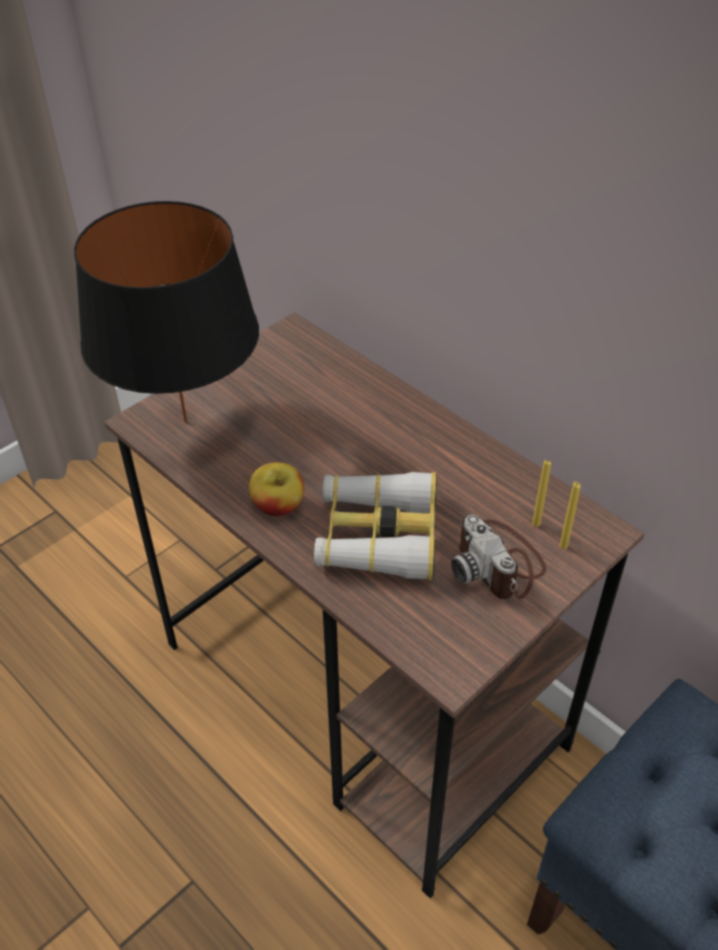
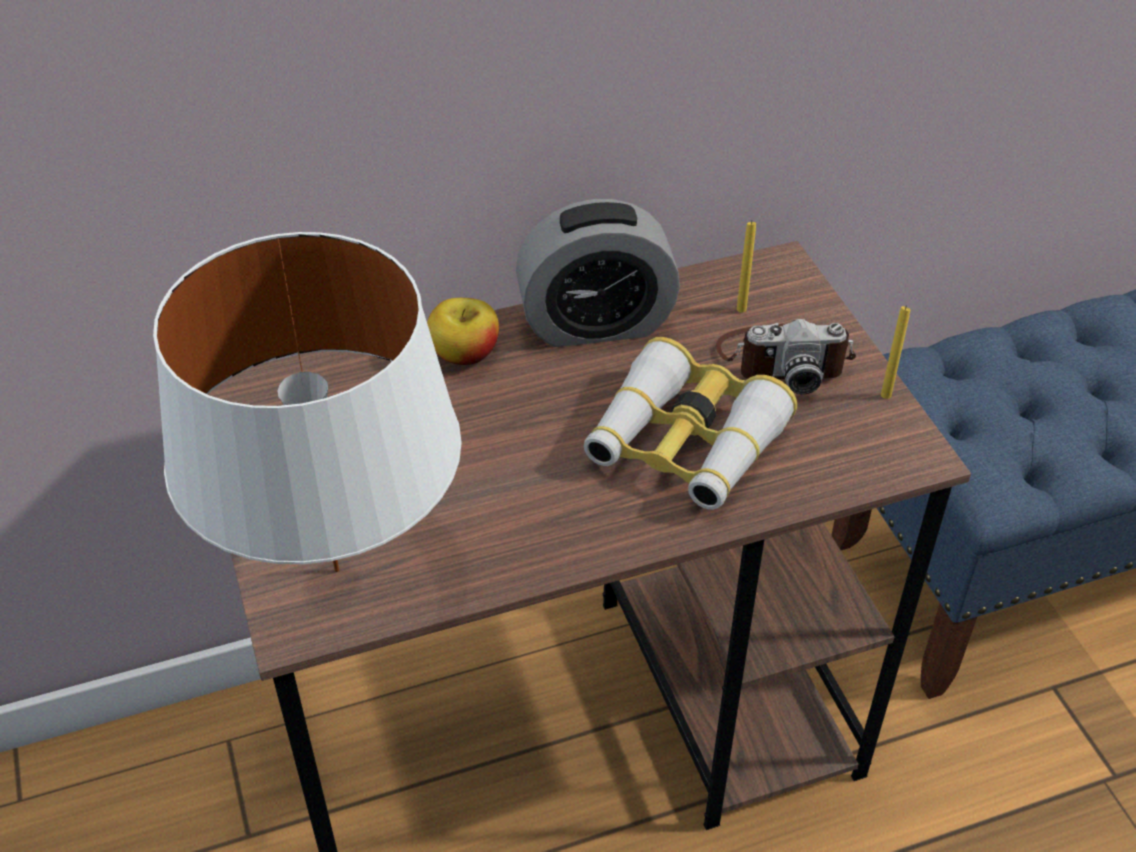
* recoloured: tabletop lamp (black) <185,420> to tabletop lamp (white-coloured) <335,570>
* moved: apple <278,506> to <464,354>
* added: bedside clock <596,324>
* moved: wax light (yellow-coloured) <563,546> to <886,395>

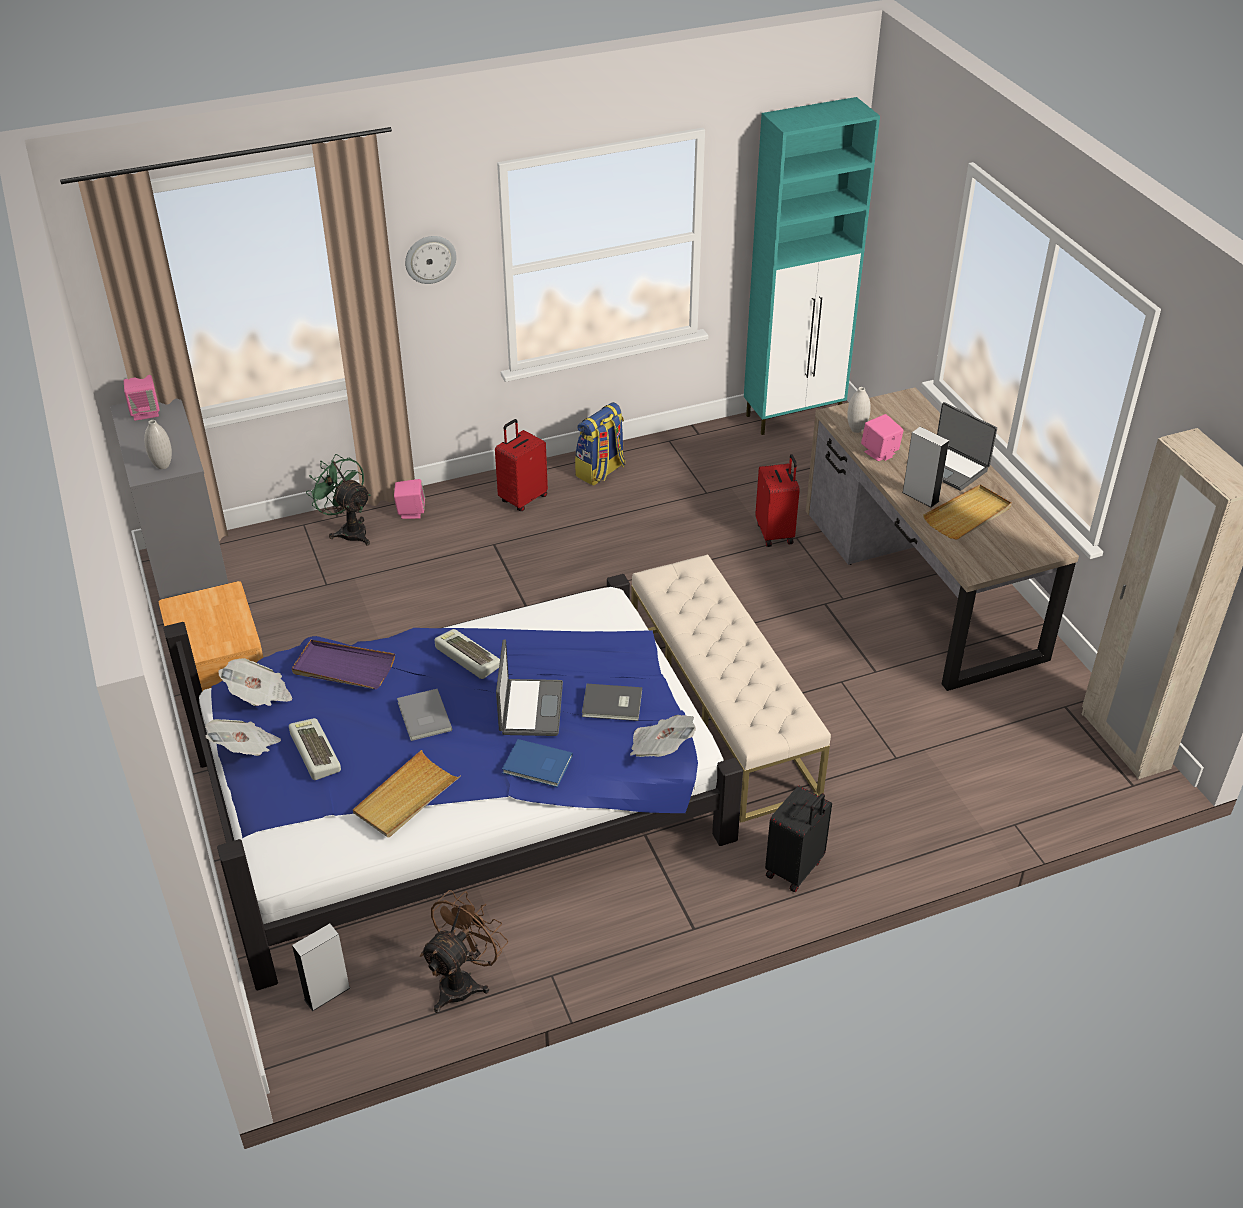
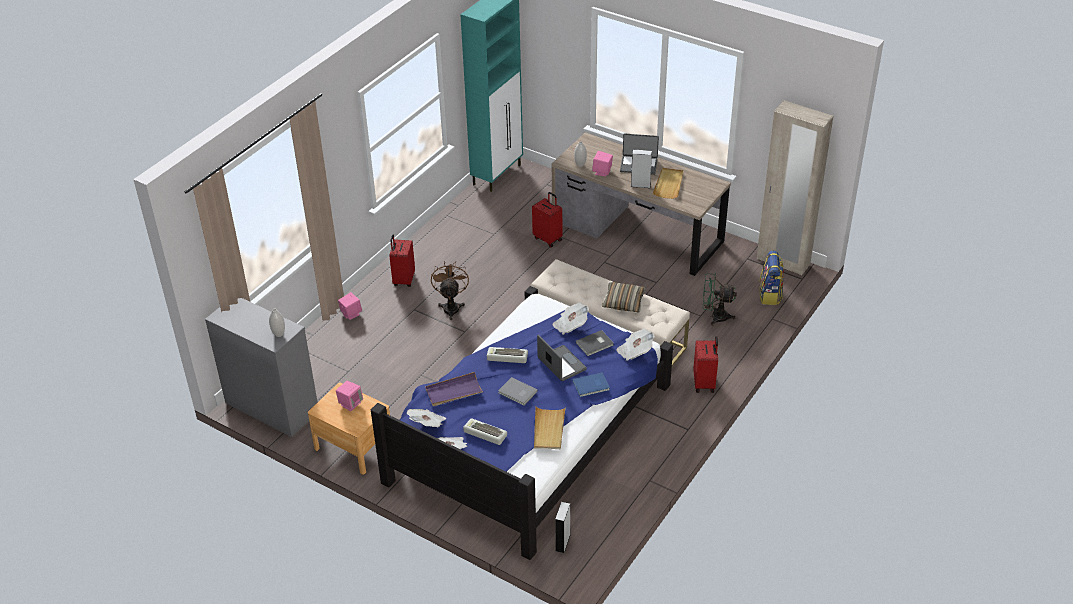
* moved: speaker (pinkish) <145,412> to <350,404>
* moved: cooling fan (brown) <463,981> to <451,306>
* added: daily paper <570,325>
* added: cushion <624,302>
* recoloured: travel case (black) <795,869> to travel case (red-coloured) <704,383>
* moved: cooling fan (greenish) <348,530> to <715,316>
* moved: knapsack <601,472> to <770,295>
* removed: hanging clock <430,259>

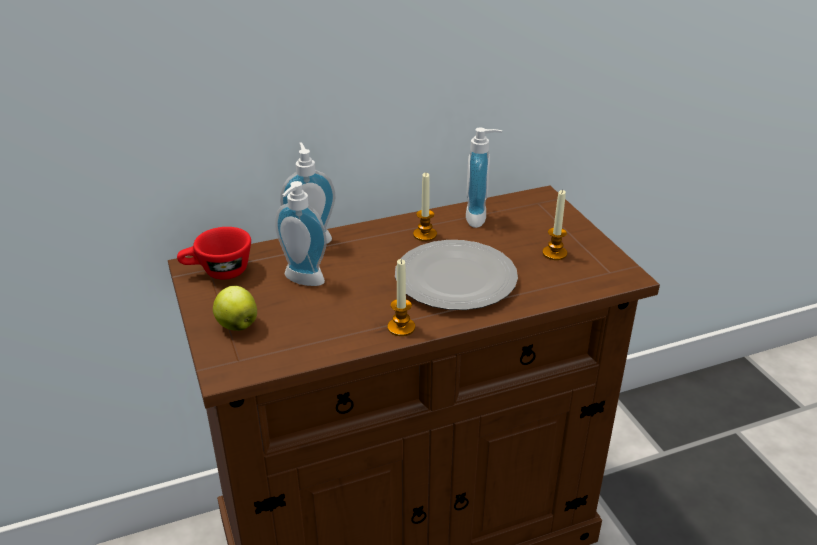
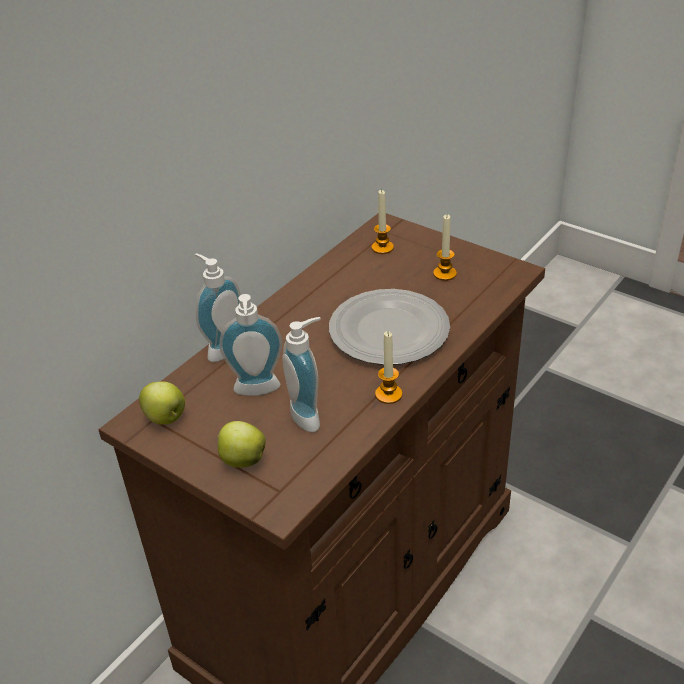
* replaced: cup (red-coloured) <218,272> to apple <166,418>
* moved: soap dispenser <480,218> to <310,415>
* moved: wax light <425,235> to <382,248>

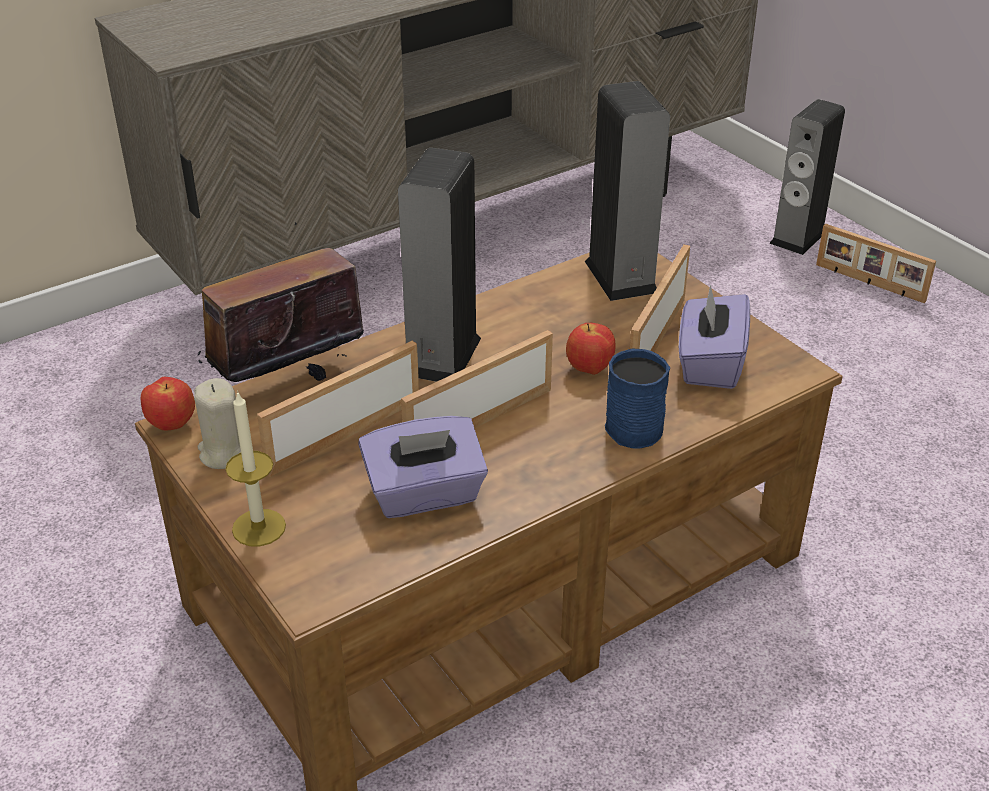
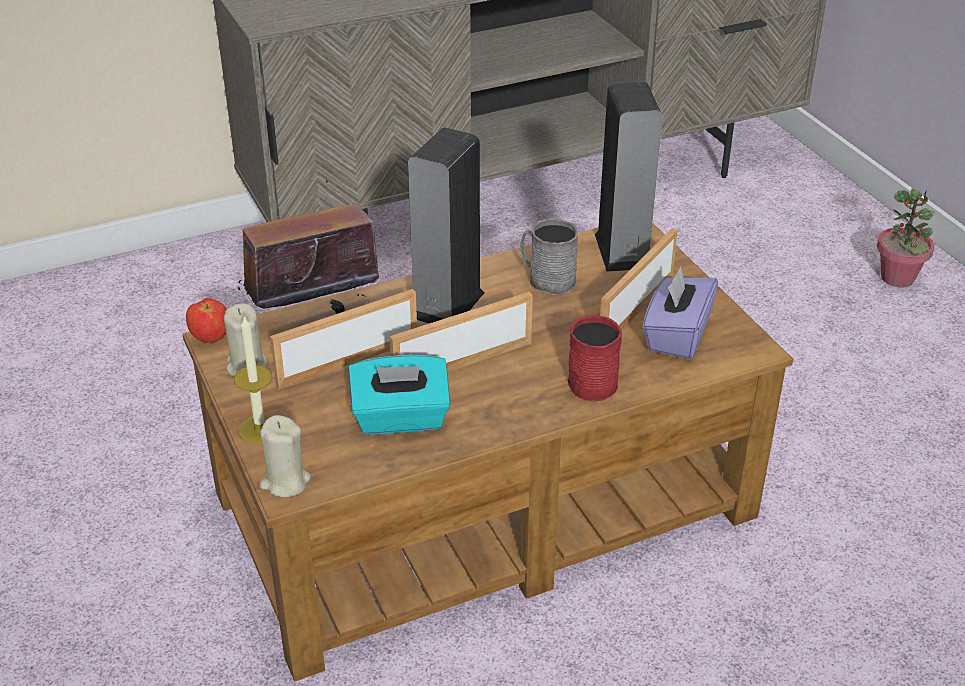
* added: wax light (sand-coloured) <285,482>
* recoloured: tissue box (purplish) <425,494> to tissue box (turquoise-coloured) <401,419>
* added: tea mug (gray) <546,280>
* recoloured: tea mug (bluish) <629,424> to tea mug (red-coloured) <590,379>
* replaced: photo frame <869,283> to houseplant <897,278>
* removed: apple <589,369>
* removed: speaker <798,237>

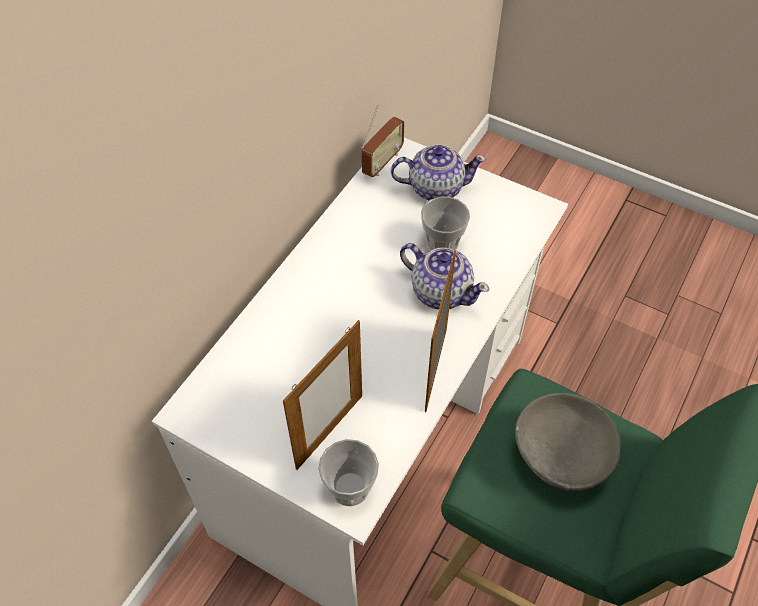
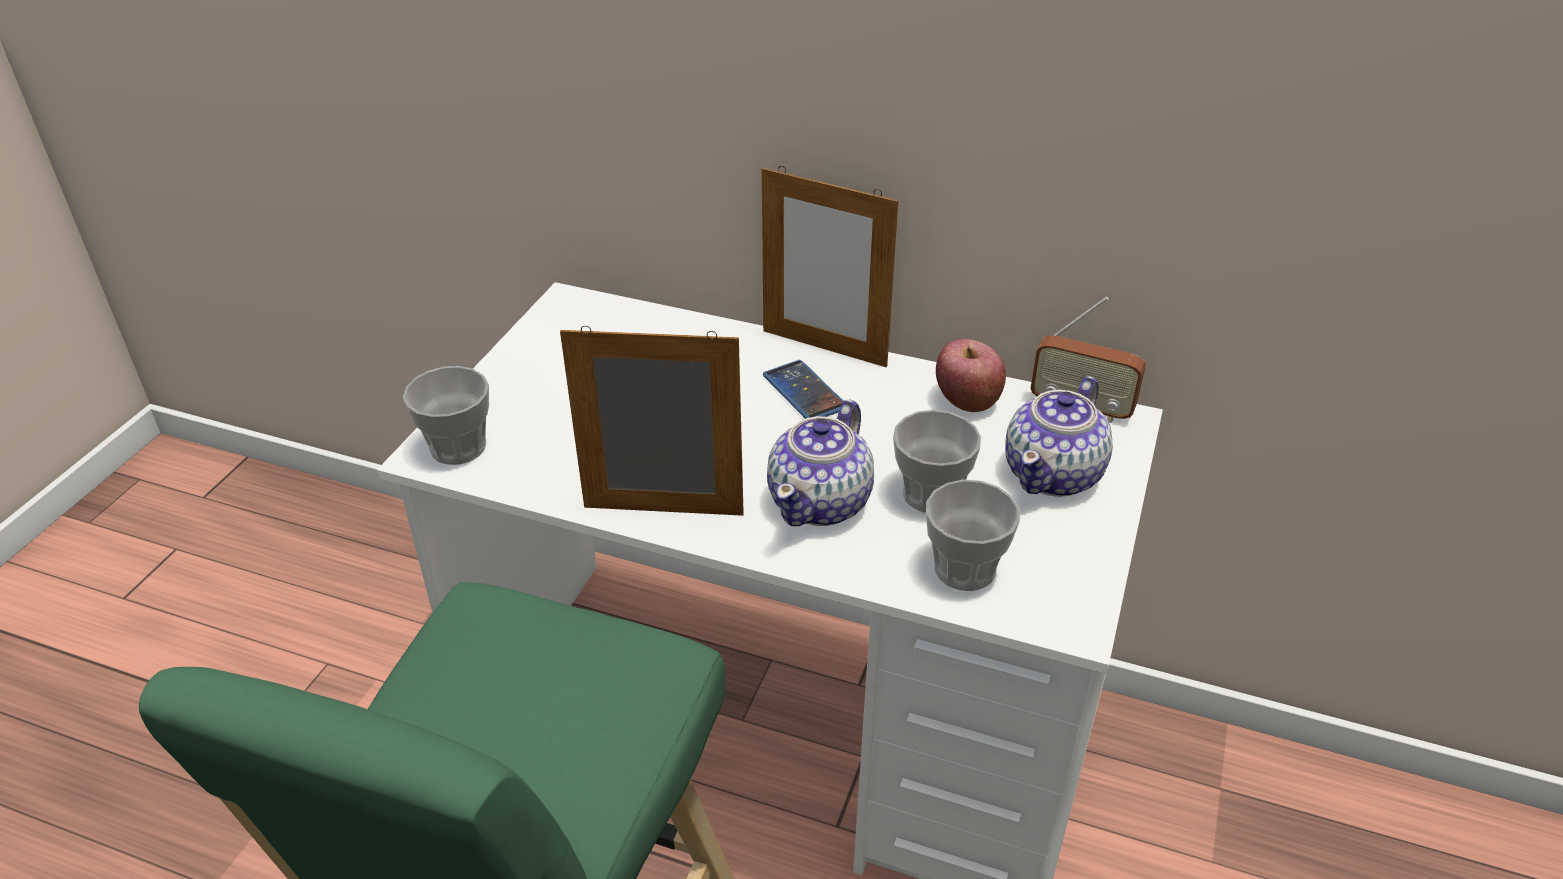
* moved: photo frame <329,431> to <824,348>
* added: phone <804,392>
* added: cup <964,569>
* added: apple <967,401>
* turned: pot for tea <435,188> = <1054,474> 45 degrees clockwise
* removed: deep dish (gray) <561,458>

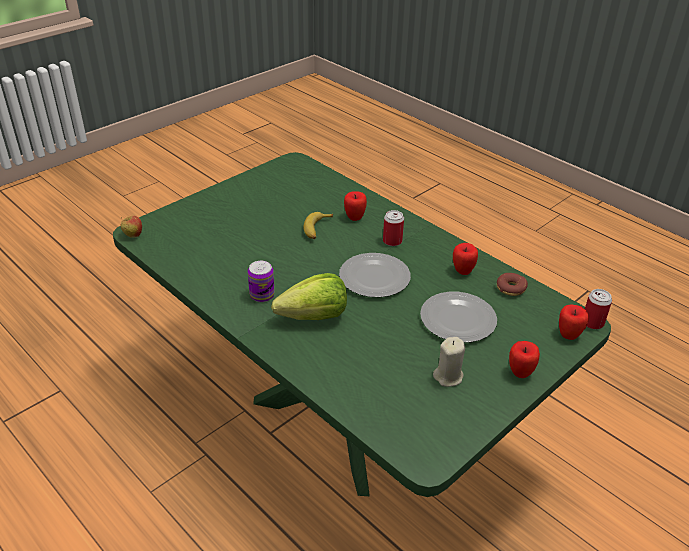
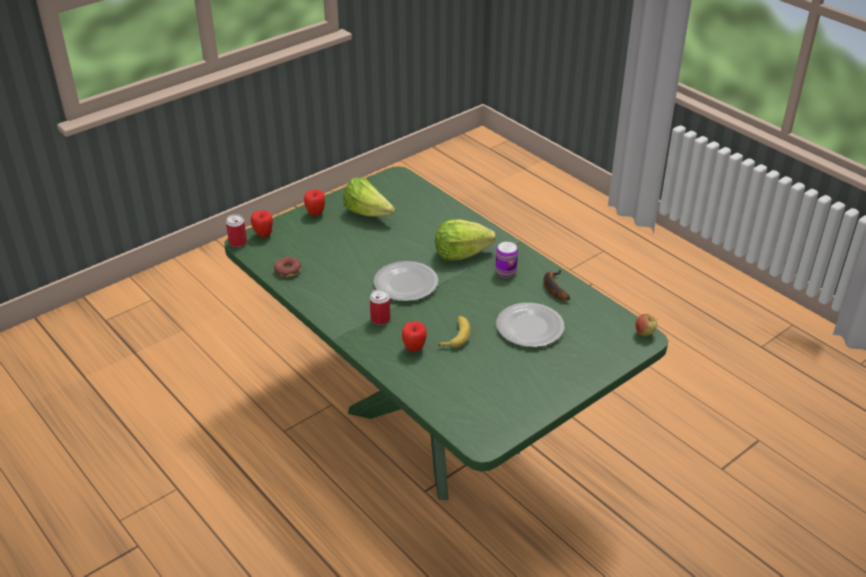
* replaced: wax light (sand-coloured) <448,376> to lettuce head <367,213>
* moved: plate <458,319> to <529,328>
* added: banana fruit <553,288>
* removed: apple <462,271>

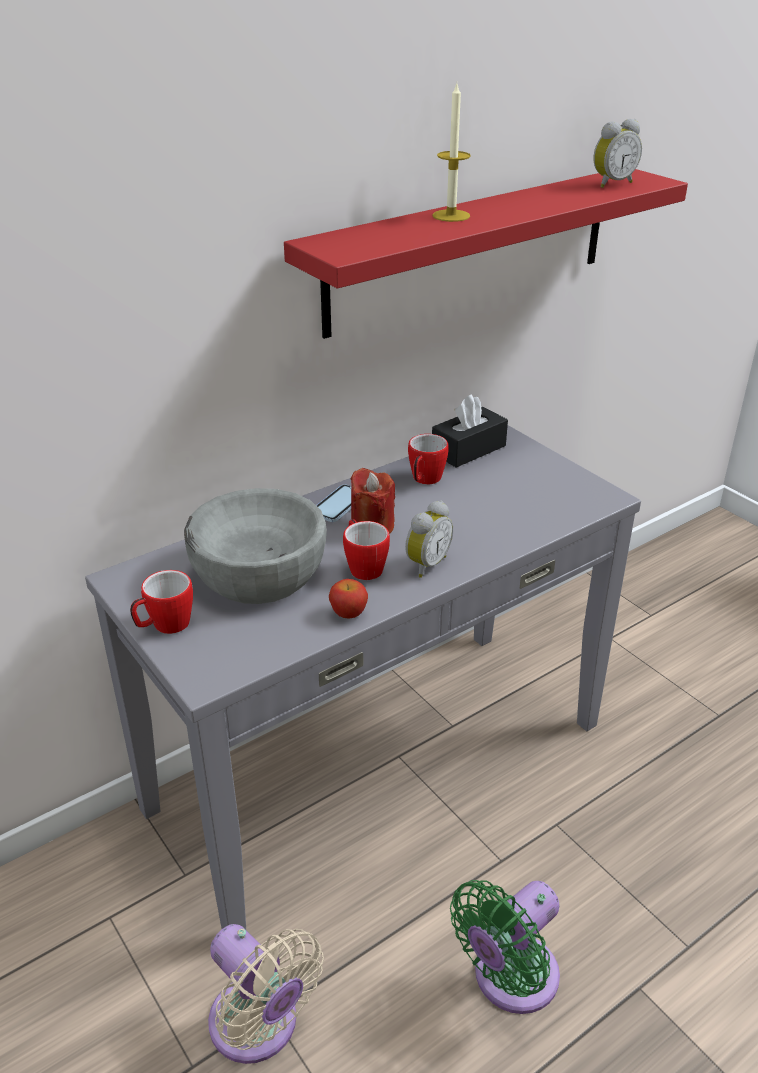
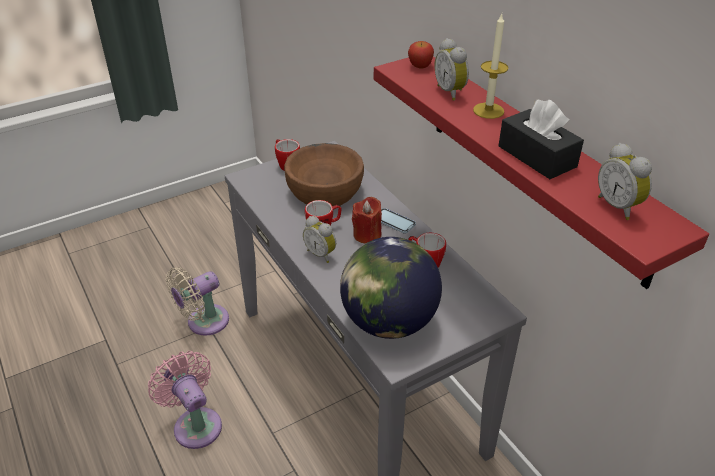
* recoloured: cooling fan (greenish) <509,979> to cooling fan (pinkish) <195,424>
* recoloured: deep dish (gray) <259,573> to deep dish (brown) <324,191>
* added: desk globe <388,322>
* moved: apple <348,613> to <420,66>
* added: bedside clock <451,92>
* moved: tissue box (black) <468,449> to <537,156>

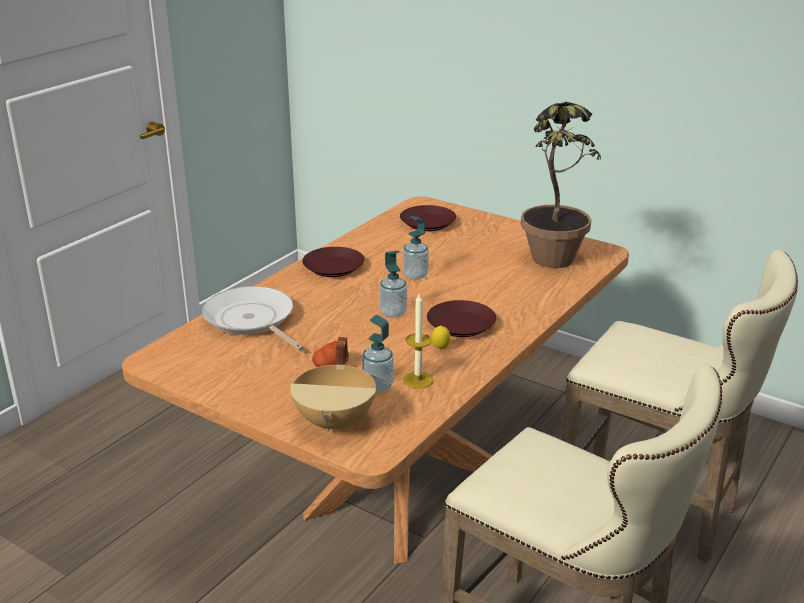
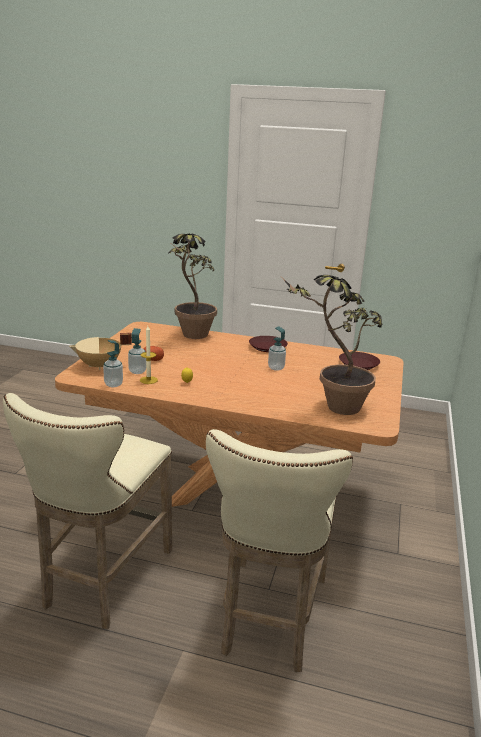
* moved: soap dispenser <393,313> to <113,384>
* replaced: pan <251,320> to houseplant <191,337>
* removed: plate (brown) <462,324>

